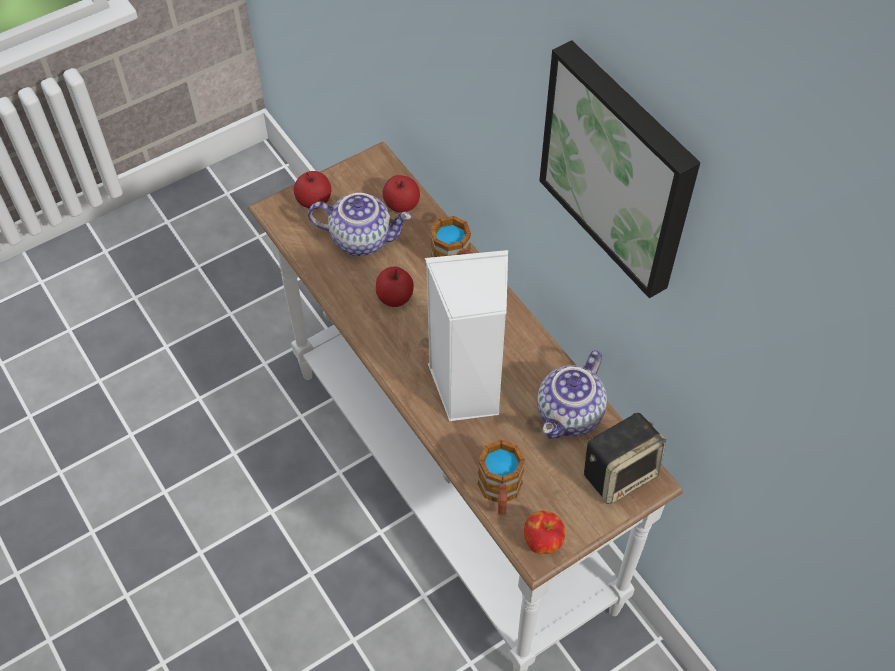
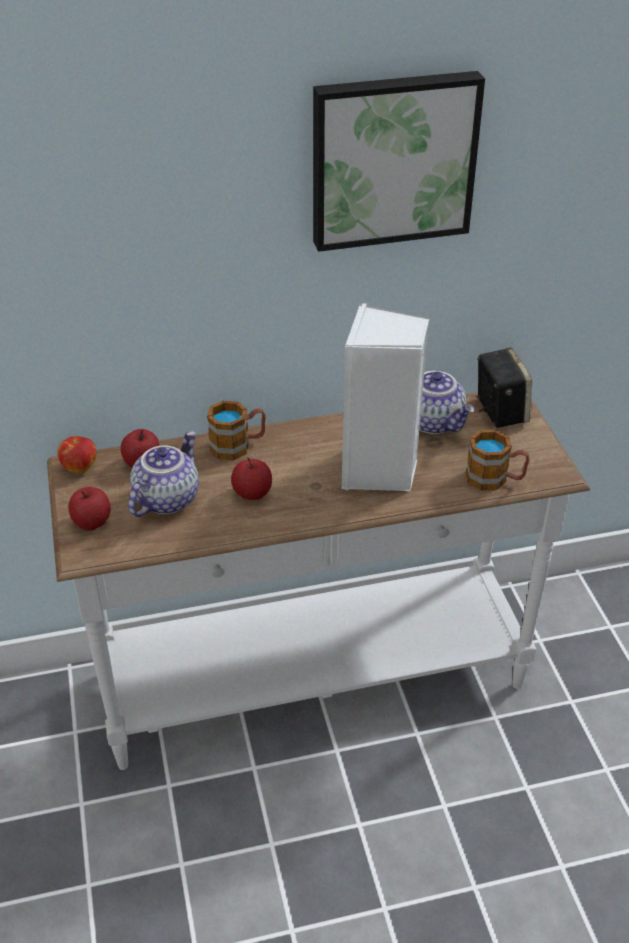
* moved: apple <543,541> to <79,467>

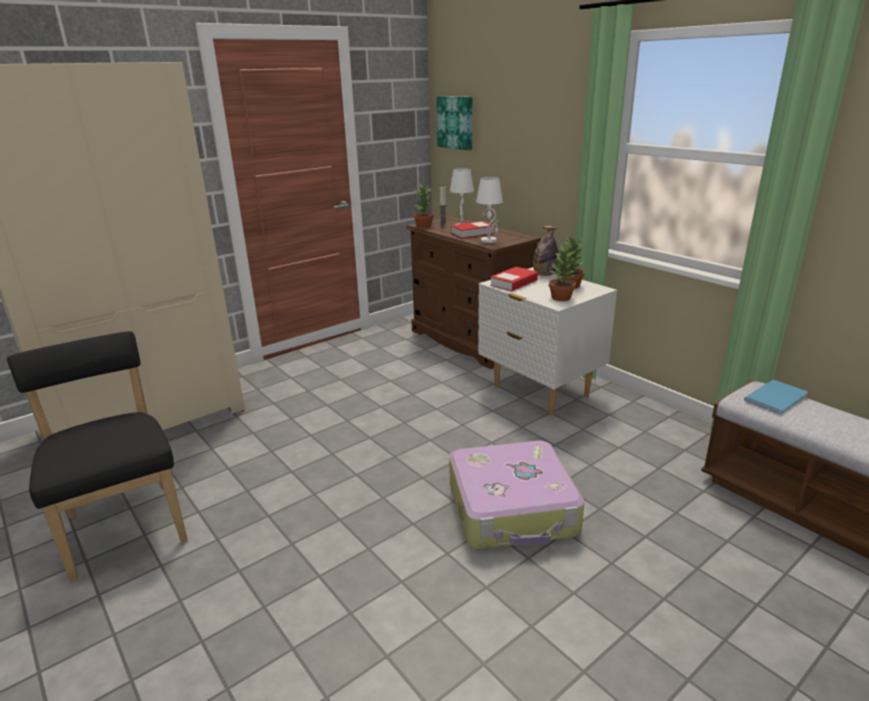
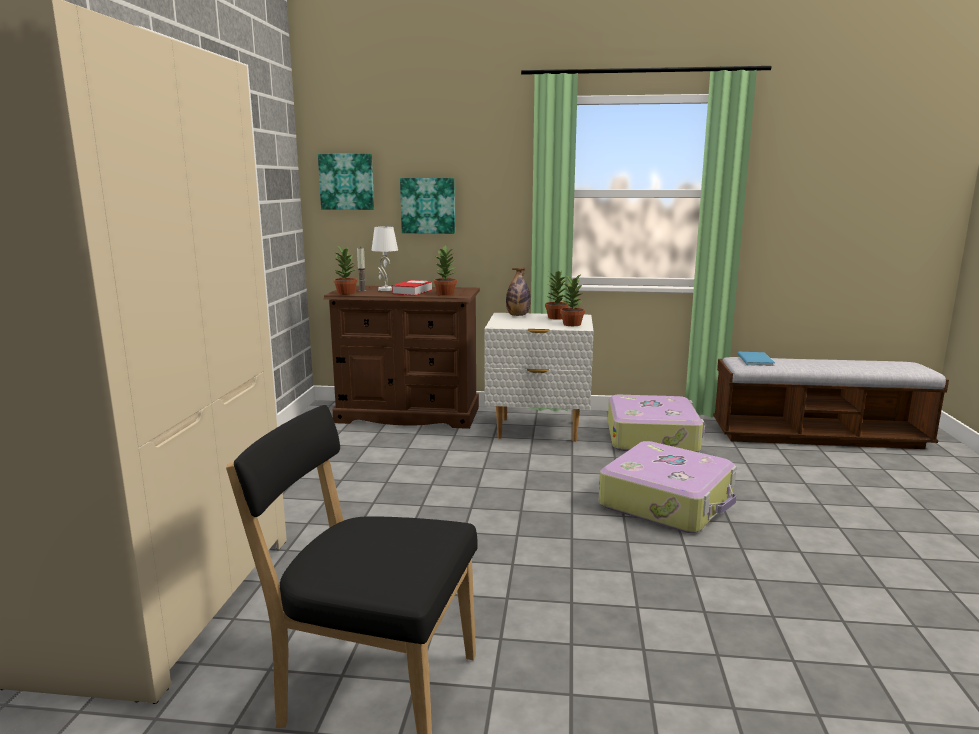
* added: wall picture <428,205>
* replaced: tabletop lamp (white-coloured) <489,240> to houseplant <445,294>
* added: travel case <653,437>
* removed: volume <514,283>

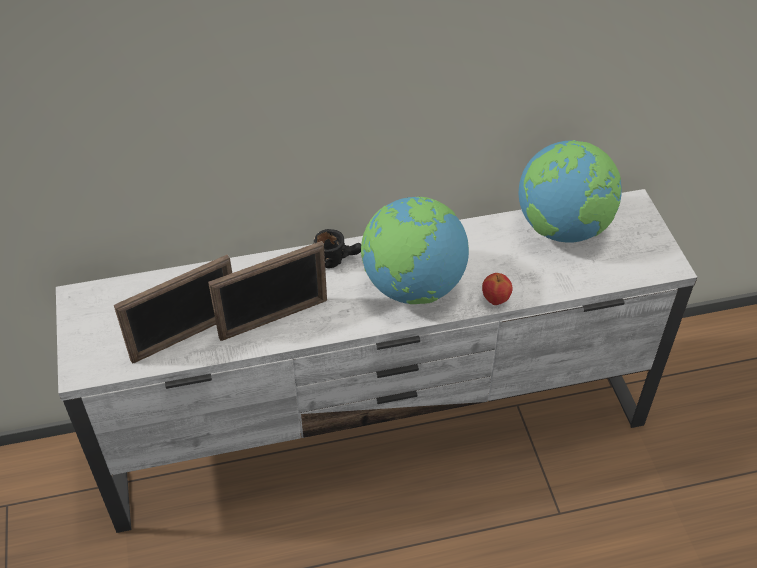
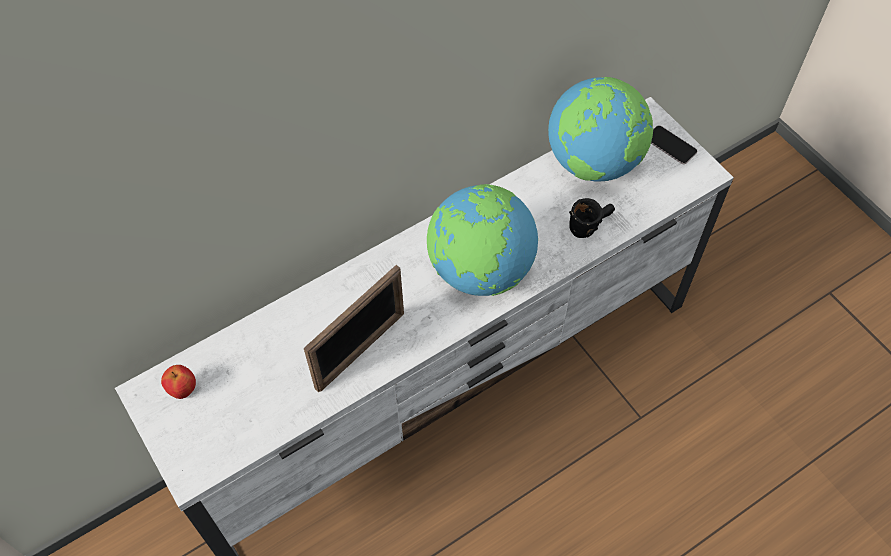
* moved: apple <495,300> to <183,390>
* moved: tea mug (black) <338,258> to <589,224>
* added: phone <670,145>
* removed: photo frame <186,337>

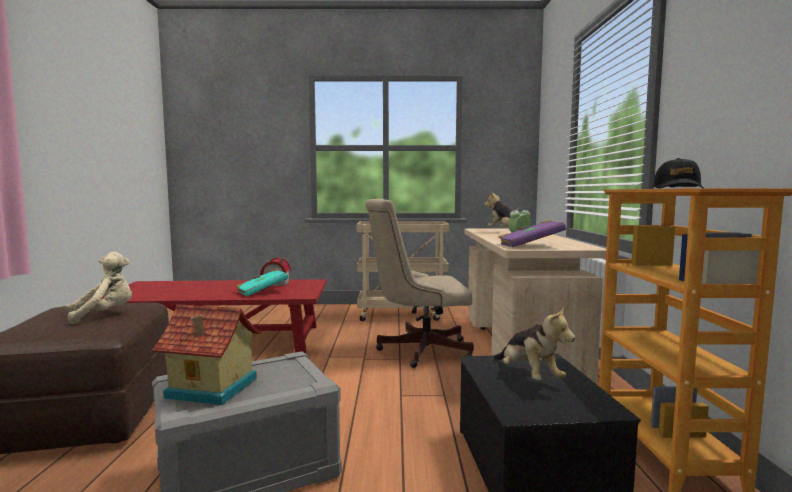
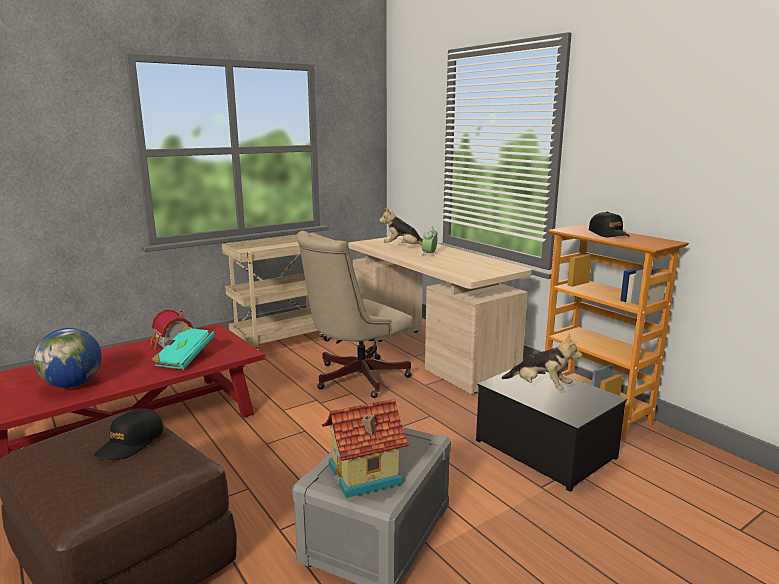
* added: desk globe <73,384>
* replaced: plush toy (sand-coloured) <104,315> to baseball cap (black) <131,443>
* removed: volume (purplish) <530,246>

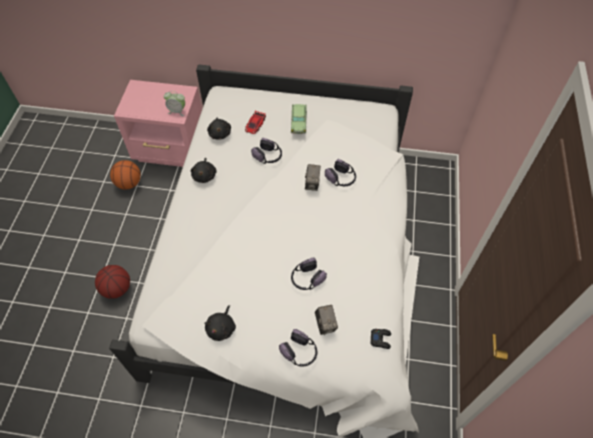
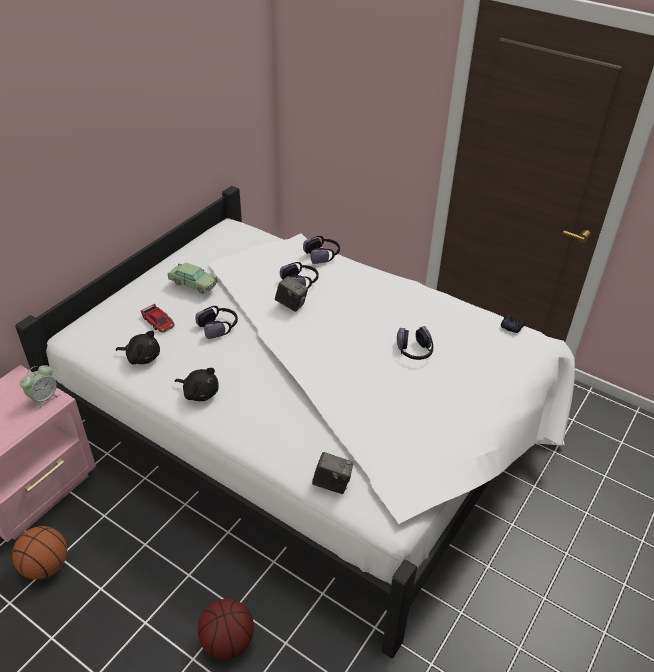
* moved: headphones <299,352> to <323,255>
* moved: still camera <325,324> to <332,483>
* removed: plush toy (black) <222,328>

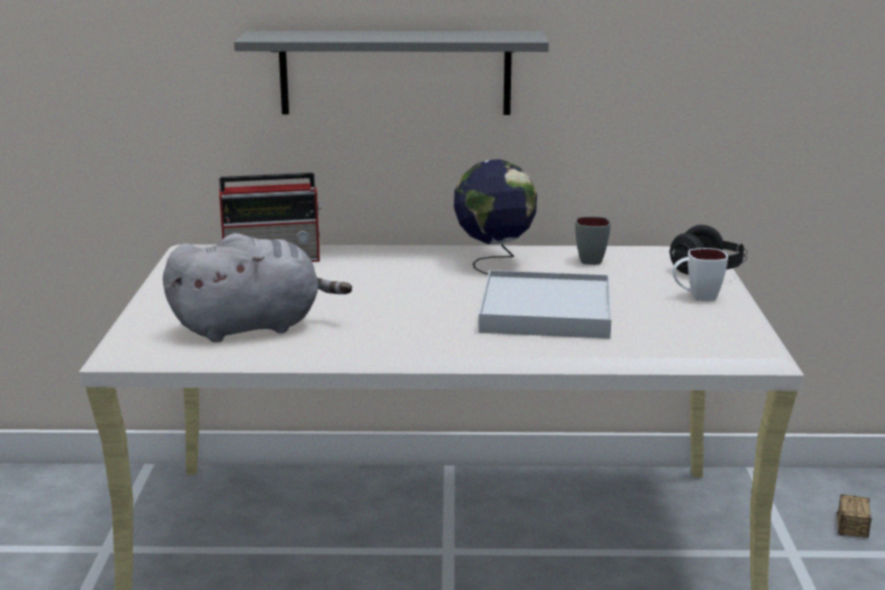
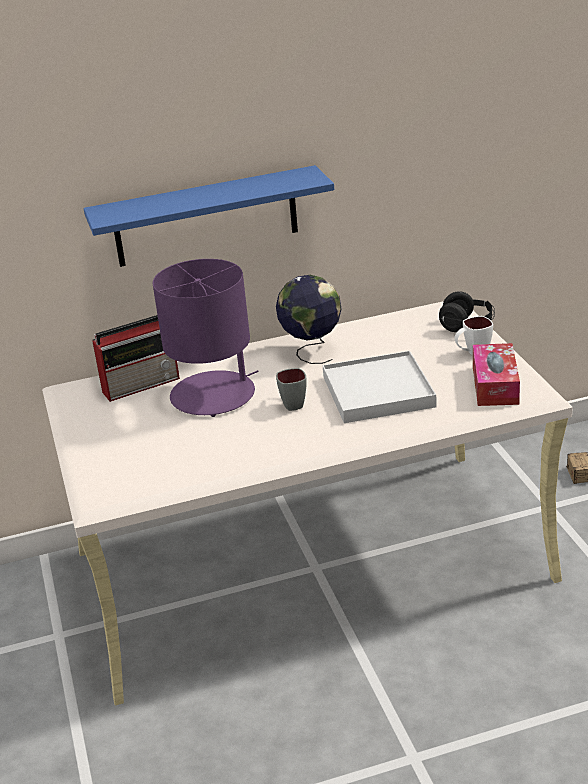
* recoloured: shelf (gray) <395,73> to shelf (bluish) <206,217>
* added: tabletop lamp (purplish) <214,395>
* moved: tea mug (gray) <590,259> to <292,403>
* added: tissue box <495,385>
* removed: plush toy (gray) <253,327>

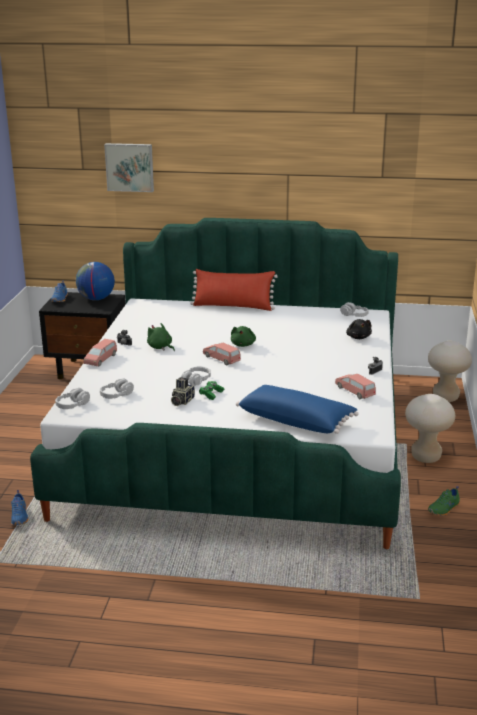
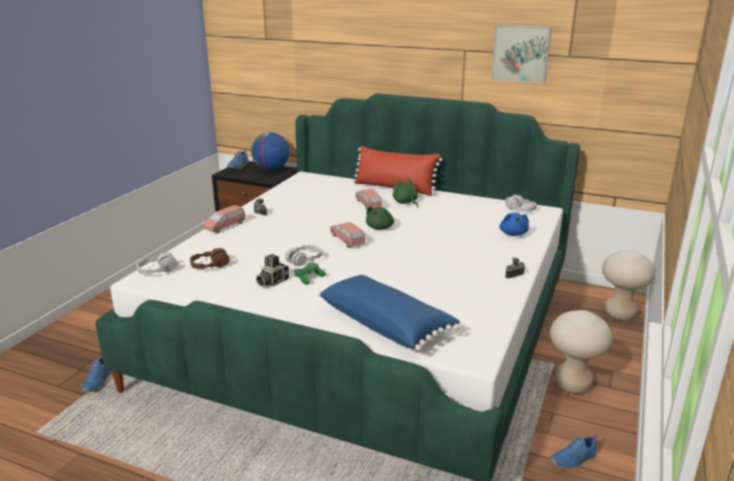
* recoloured: headphones (gray) <116,395> to headphones (brown) <210,266>
* moved: toy car (pinkish) <355,391> to <368,204>
* moved: plush toy (greenish) <160,347> to <405,202>
* moved: wall picture <130,167> to <521,53>
* recoloured: plush toy (black) <358,337> to plush toy (bluish) <513,233>
* recoloured: item of footwear (greenish) <444,509> to item of footwear (bluish) <573,461>

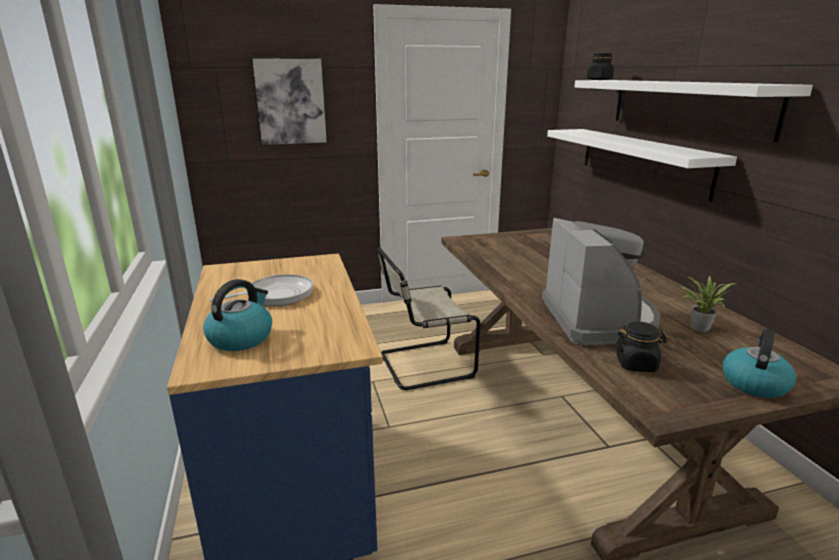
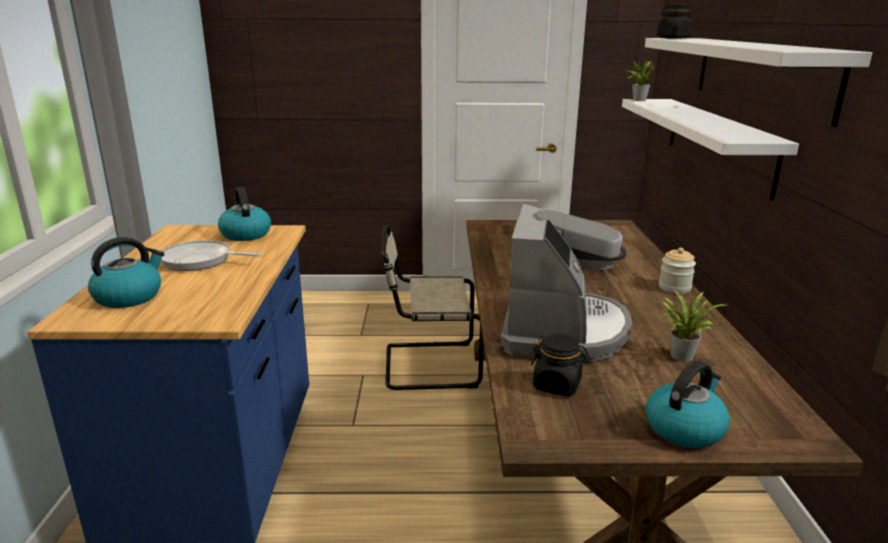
* turned: pan <275,295> = <200,260> 150 degrees counterclockwise
* added: kettle <245,234>
* added: houseplant <637,100>
* added: preserve jar <674,288>
* removed: wall picture <291,102>

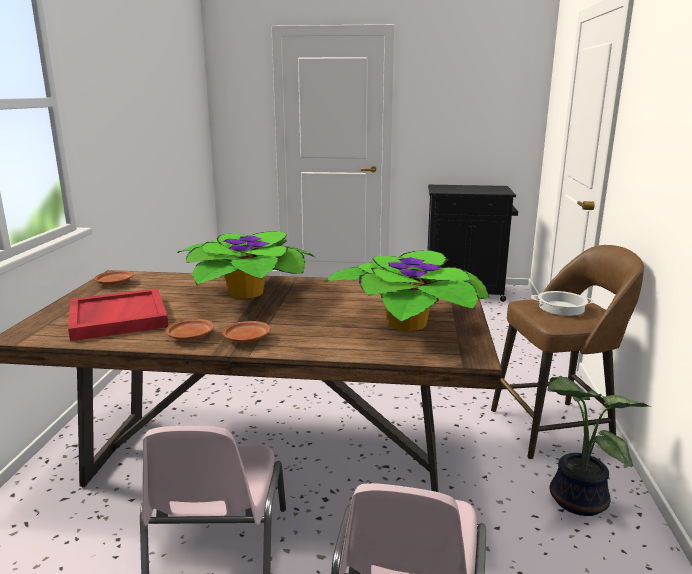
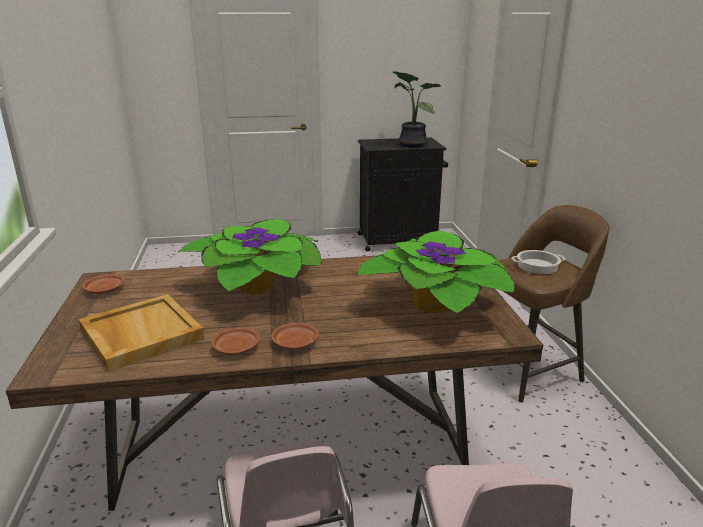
* recoloured: tray (red-coloured) <117,318> to tray (sand-coloured) <140,334>
* moved: houseplant <574,499> to <410,145>

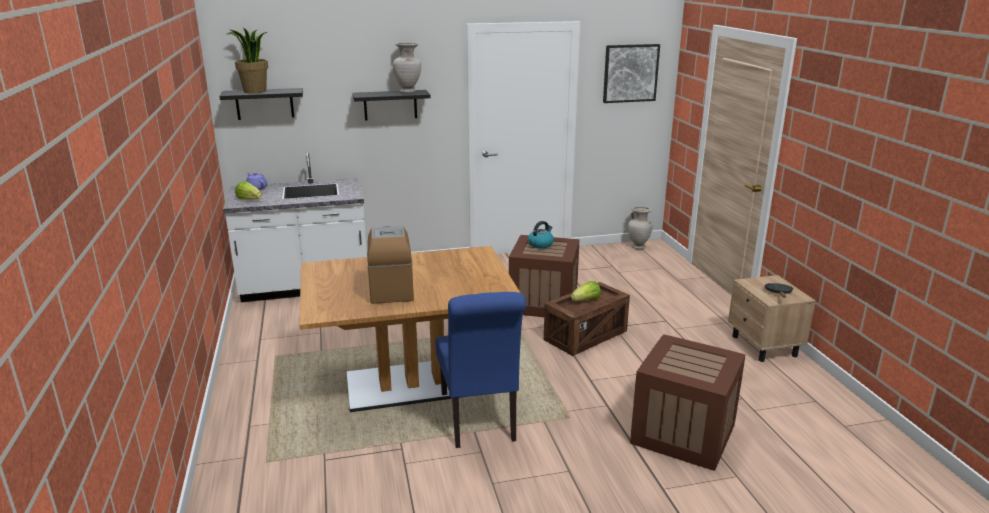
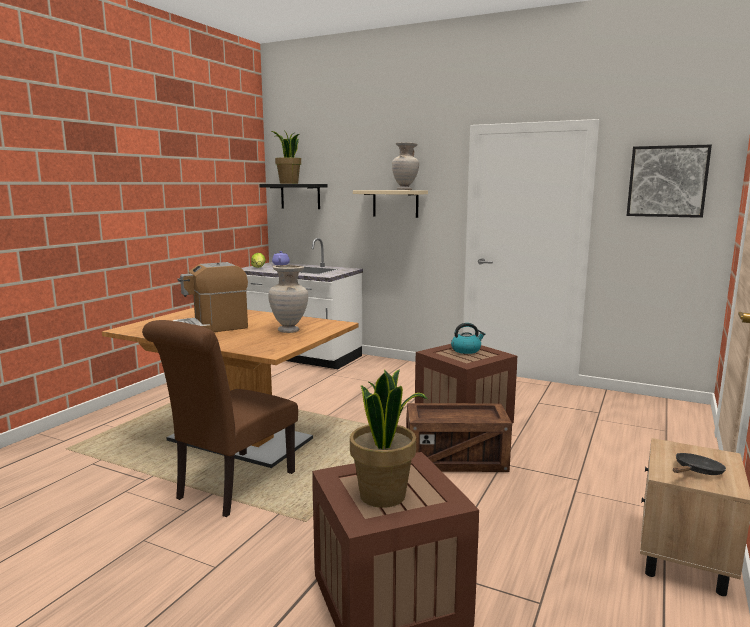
* recoloured: plain chair (bluish) <479,421> to plain chair (brown) <231,488>
* turned: coffee maker <391,288> = <210,328> 150 degrees counterclockwise
* moved: vase (sand-coloured) <638,247> to <289,331>
* added: houseplant <383,495>
* recoloured: shelf (black) <390,105> to shelf (sand-coloured) <395,203>
* removed: lettuce head <586,301>

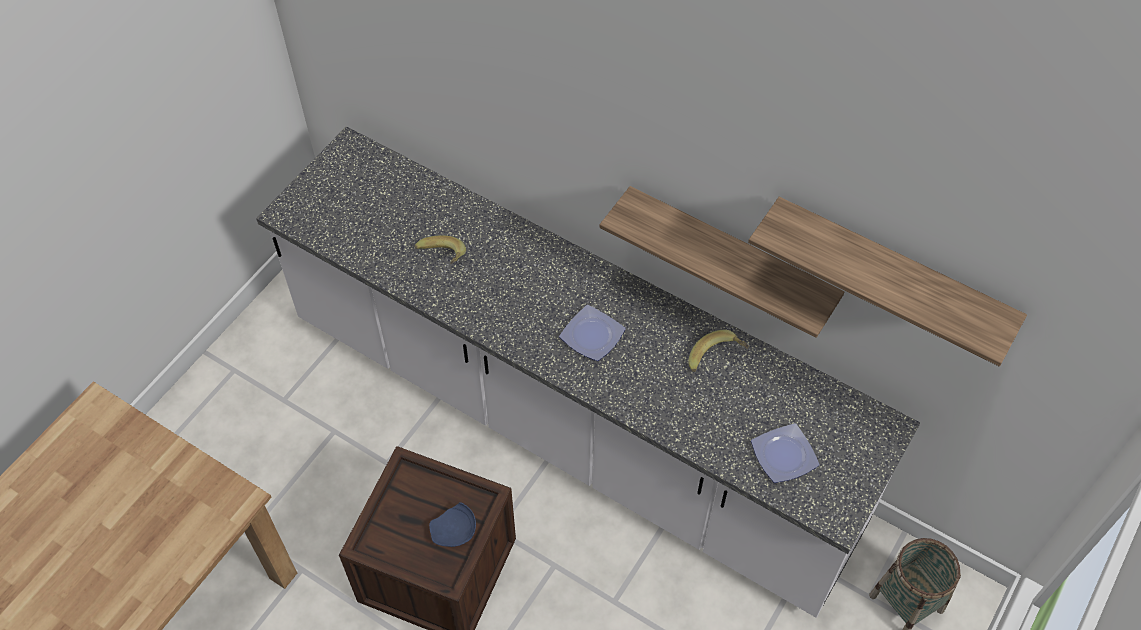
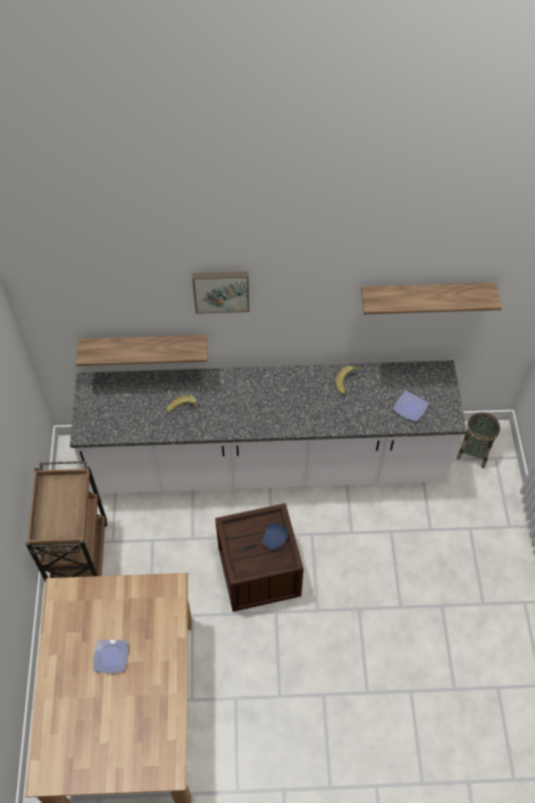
* added: trolley (brown) <79,556>
* moved: shelf <730,256> to <144,347>
* moved: plate <591,336> to <110,657>
* added: wall picture <221,290>

